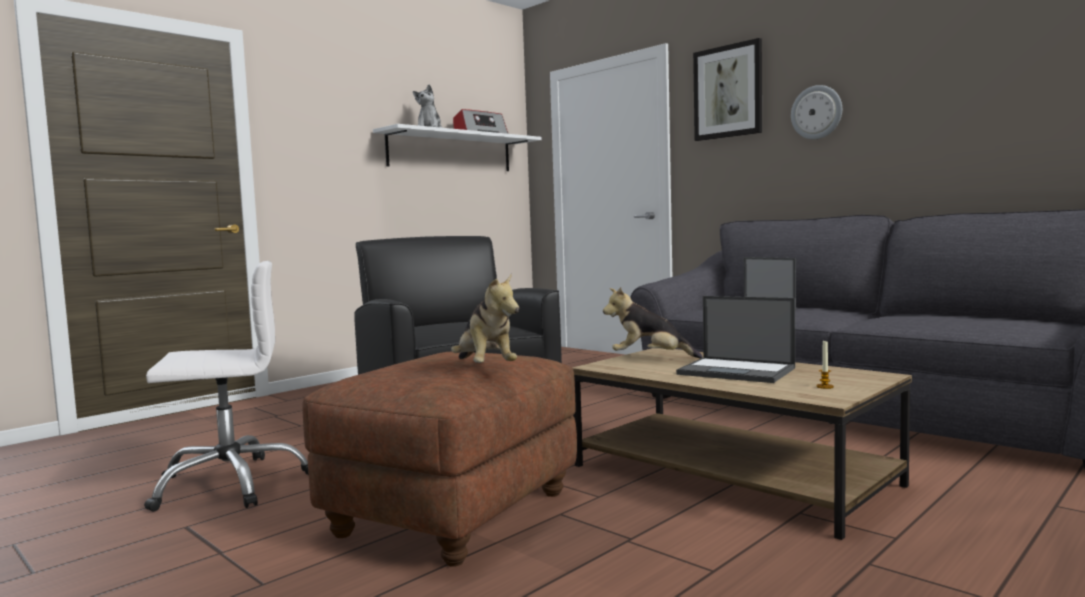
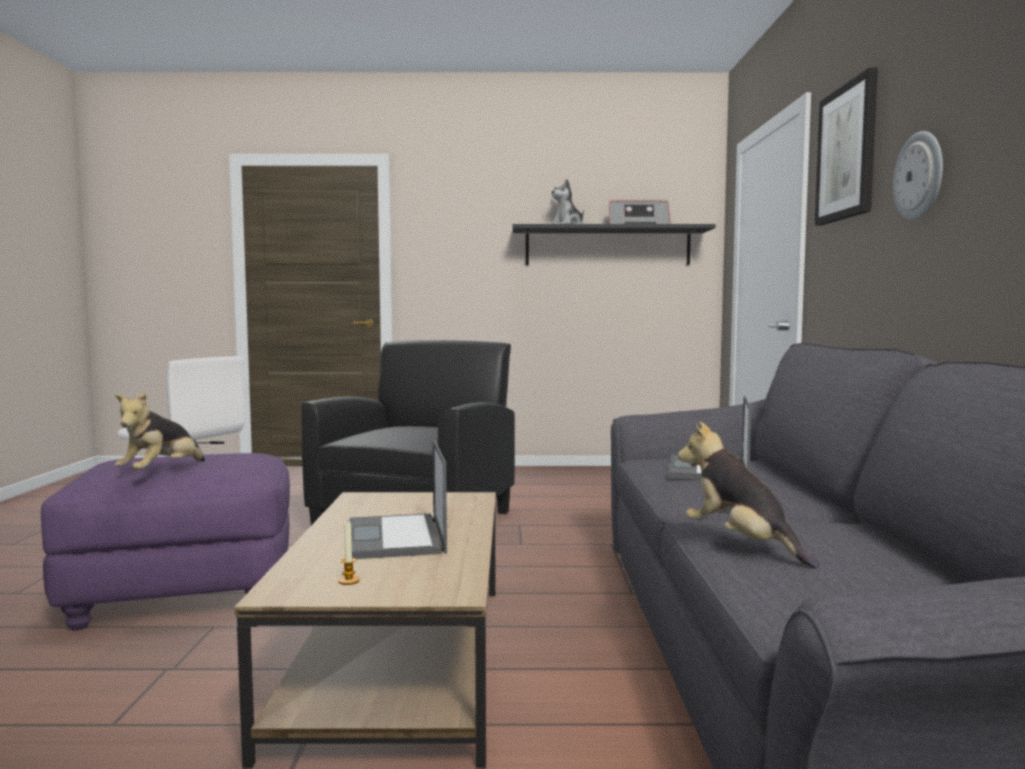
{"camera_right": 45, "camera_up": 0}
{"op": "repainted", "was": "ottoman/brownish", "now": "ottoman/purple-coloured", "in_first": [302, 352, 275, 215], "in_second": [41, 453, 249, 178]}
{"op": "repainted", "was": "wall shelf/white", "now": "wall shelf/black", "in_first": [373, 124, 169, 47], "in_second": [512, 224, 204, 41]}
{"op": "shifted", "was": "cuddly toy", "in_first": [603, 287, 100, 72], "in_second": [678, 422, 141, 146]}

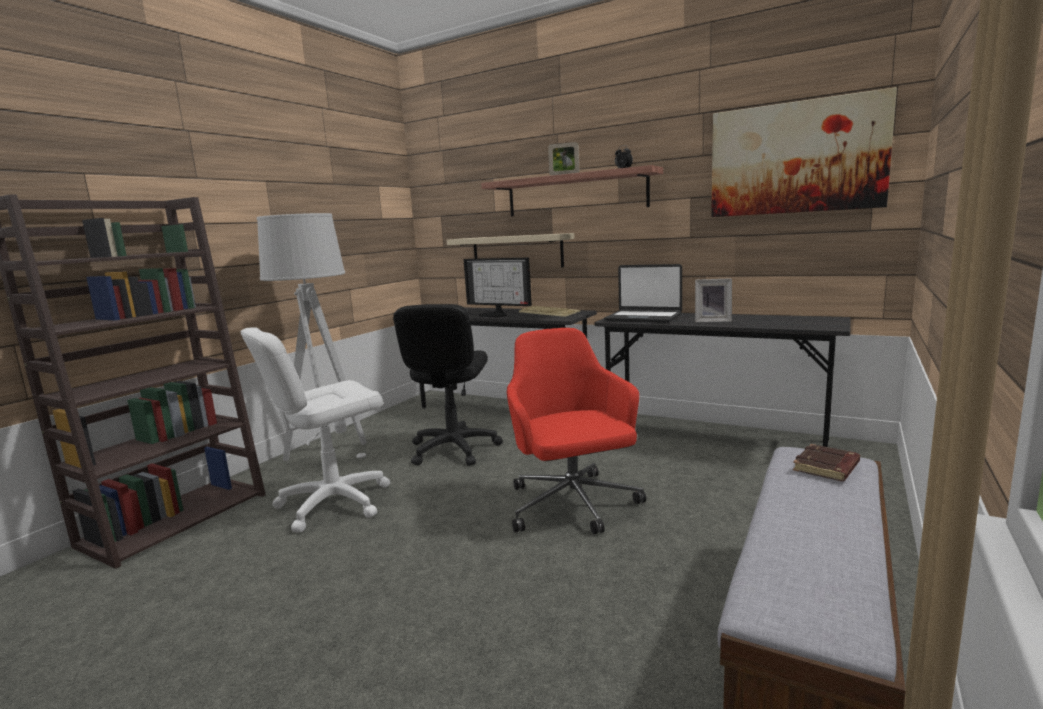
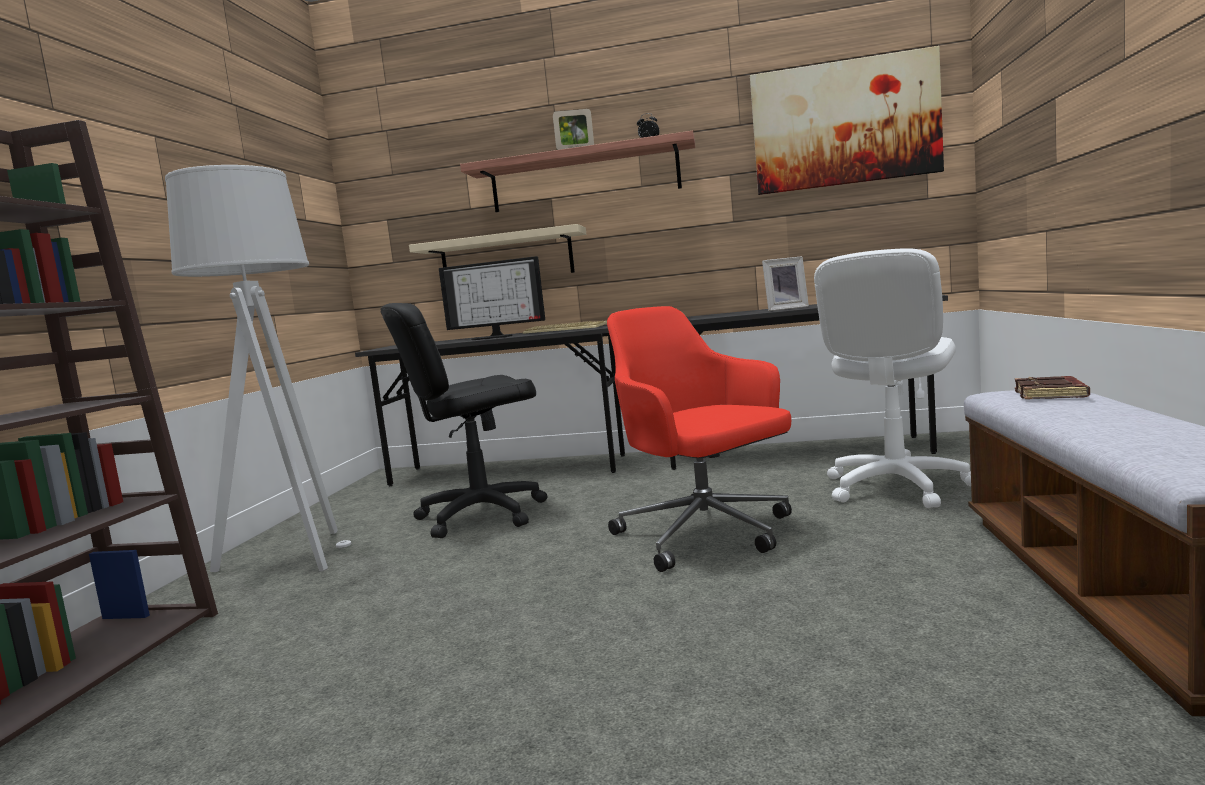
{"camera_right": -20, "camera_up": -5}
{"op": "rotated", "was": "desk chair/black", "in_first": [393, 304, 110, 162], "in_second": [380, 303, 167, 235], "clockwise": 75}
{"op": "shifted", "was": "desk chair/white", "in_first": [240, 327, 150, 205], "in_second": [814, 248, 157, 260]}
{"op": "gone", "was": "portable computer", "in_first": [604, 264, 78, 59]}

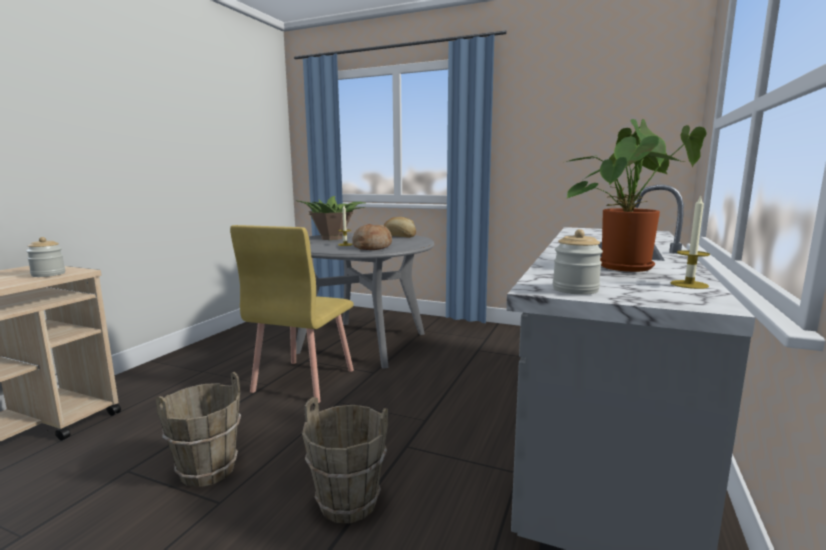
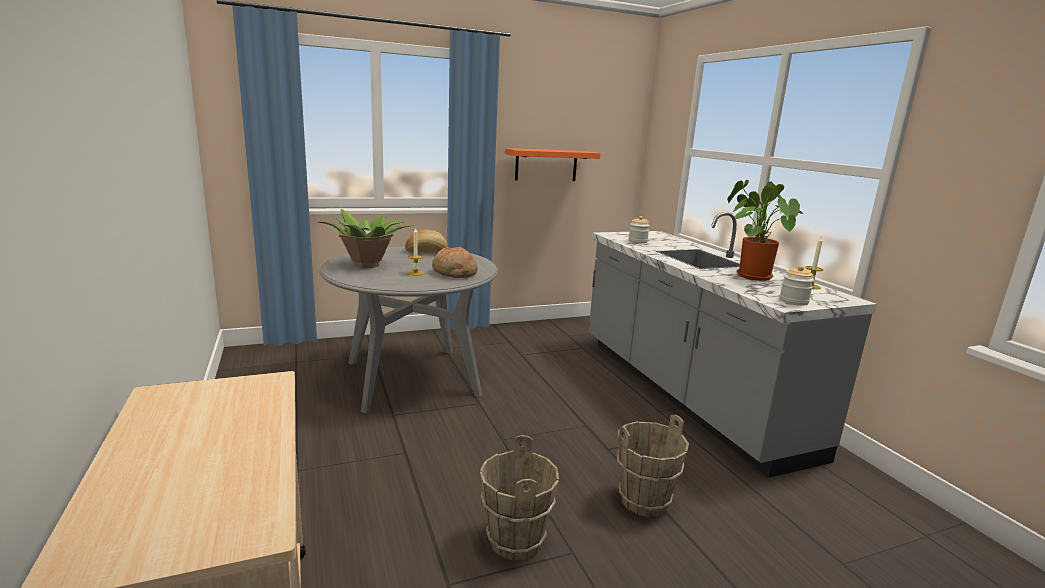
{"camera_right": -45, "camera_up": 5}
{"op": "new", "now": "wall shelf/orangey", "in_second": [505, 148, 96, 33]}
{"op": "shifted", "was": "preserve jar", "in_first": [26, 237, 39, 40], "in_second": [629, 216, 21, 28]}
{"op": "gone", "was": "plain chair/yellow-coloured", "in_first": [230, 225, 124, 178]}

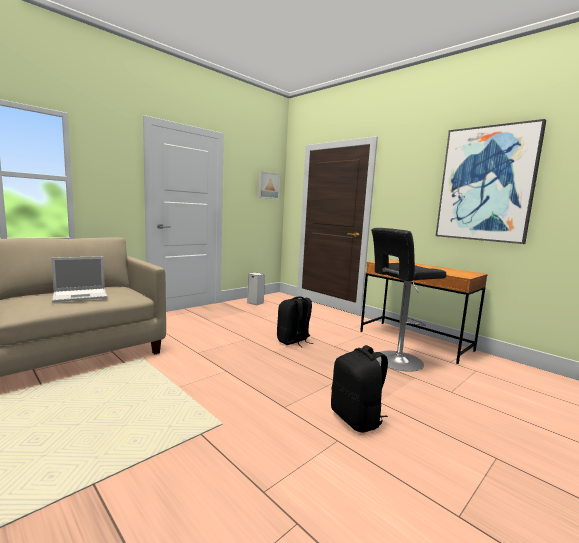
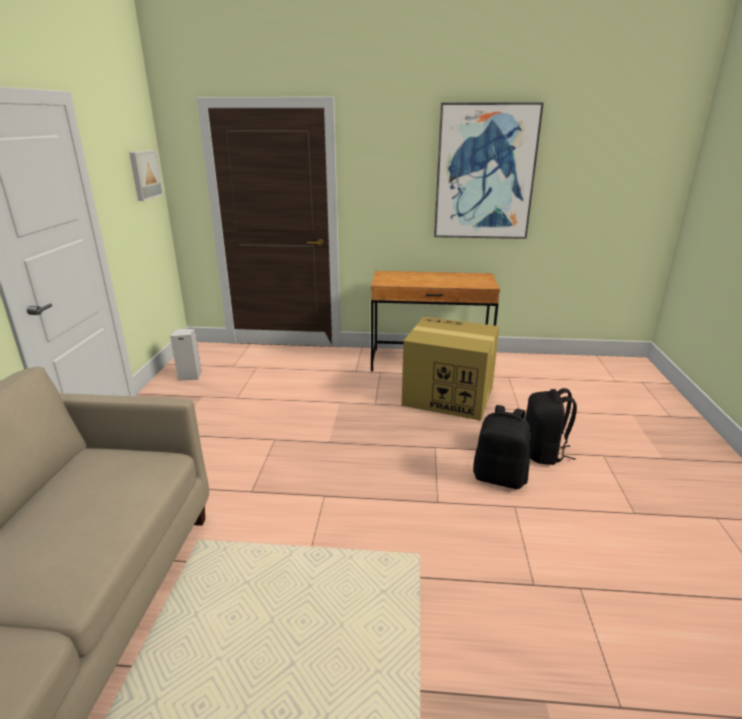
{"camera_right": -40, "camera_up": 15}
{"op": "swapped", "was": "sitting stool/black", "now": "packing box", "in_first": [371, 228, 75, 144], "in_second": [402, 317, 97, 104]}
{"op": "shifted", "was": "rucksack/black", "in_first": [277, 297, 36, 51], "in_second": [525, 388, 52, 77]}
{"op": "gone", "was": "portable computer", "in_first": [51, 256, 56, 46]}

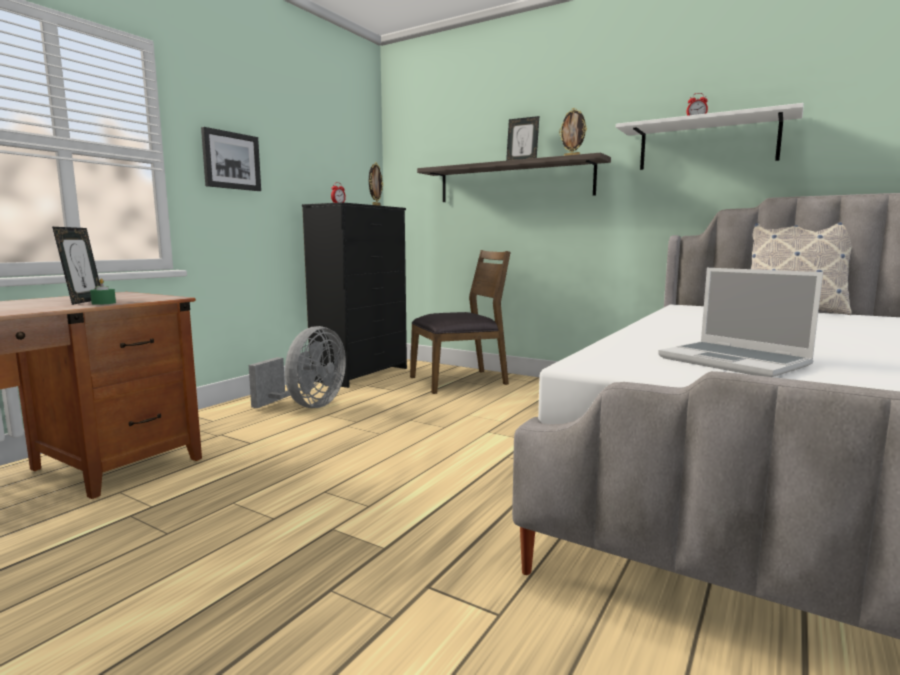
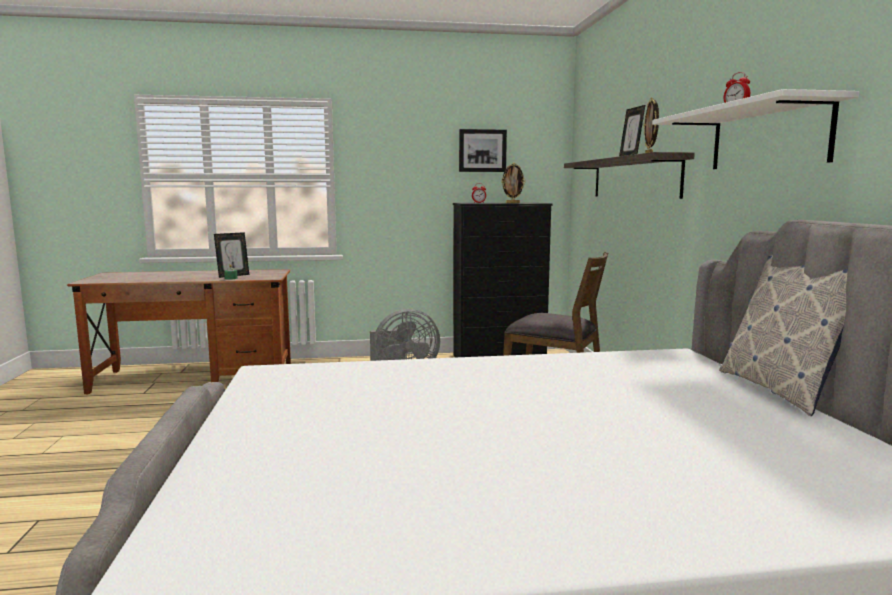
{"camera_right": 50, "camera_up": 0}
{"op": "shifted", "was": "wall picture", "in_first": [201, 127, 60, 64], "in_second": [459, 129, 48, 43]}
{"op": "gone", "was": "portable computer", "in_first": [658, 268, 165, 109]}

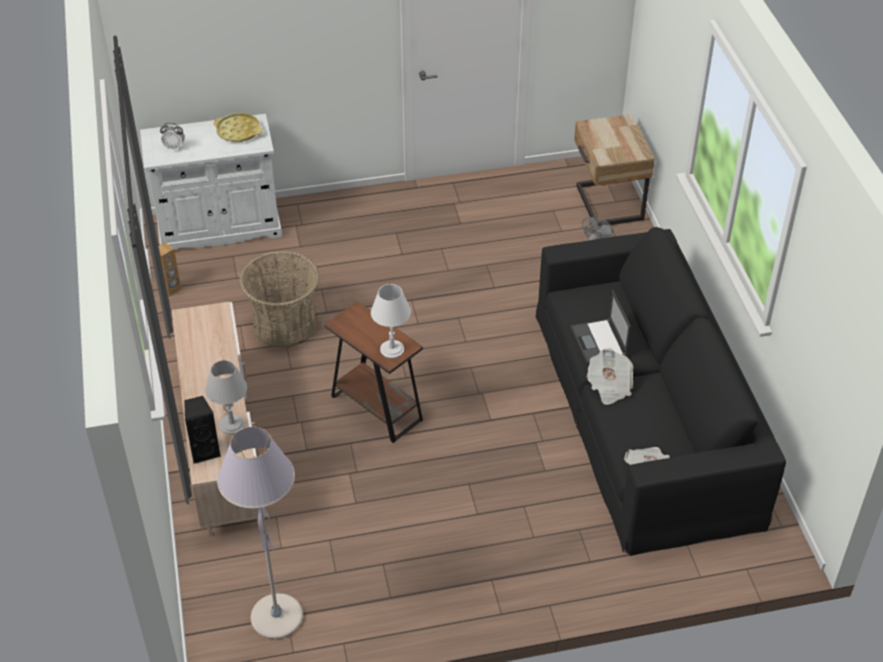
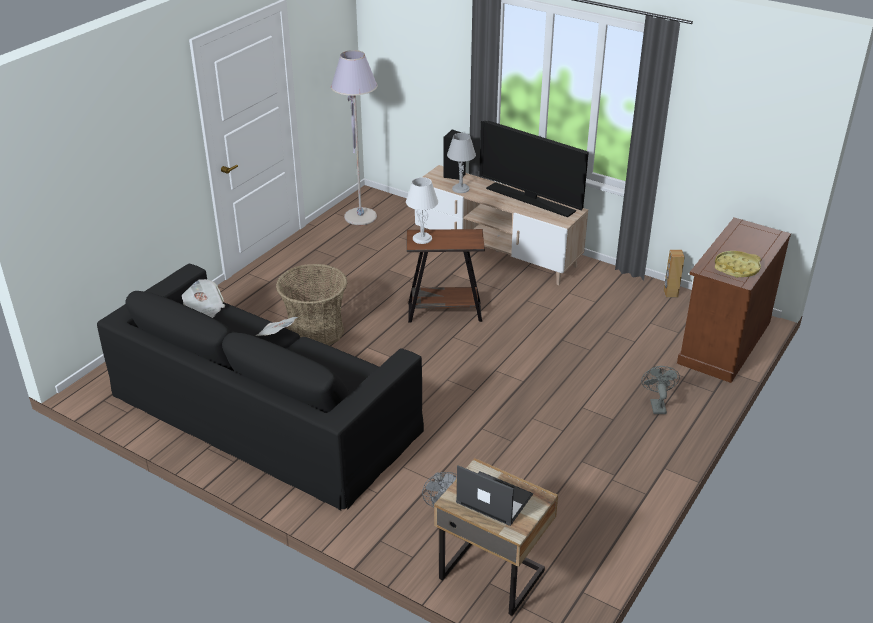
{"camera_right": 135, "camera_up": -10}
{"op": "shifted", "was": "storage basket", "in_first": [239, 251, 80, 97], "in_second": [276, 264, 71, 82]}
{"op": "shifted", "was": "portable computer", "in_first": [571, 290, 60, 74], "in_second": [456, 465, 77, 61]}
{"op": "new", "now": "television", "in_second": [479, 120, 110, 97]}
{"op": "new", "now": "cooling fan/greyish", "in_second": [641, 366, 39, 48]}
{"op": "repainted", "was": "storage cabinet/white", "now": "storage cabinet/brownish", "in_first": [140, 114, 142, 136], "in_second": [677, 217, 114, 166]}
{"op": "gone", "was": "table clock", "in_first": [160, 123, 25, 27]}

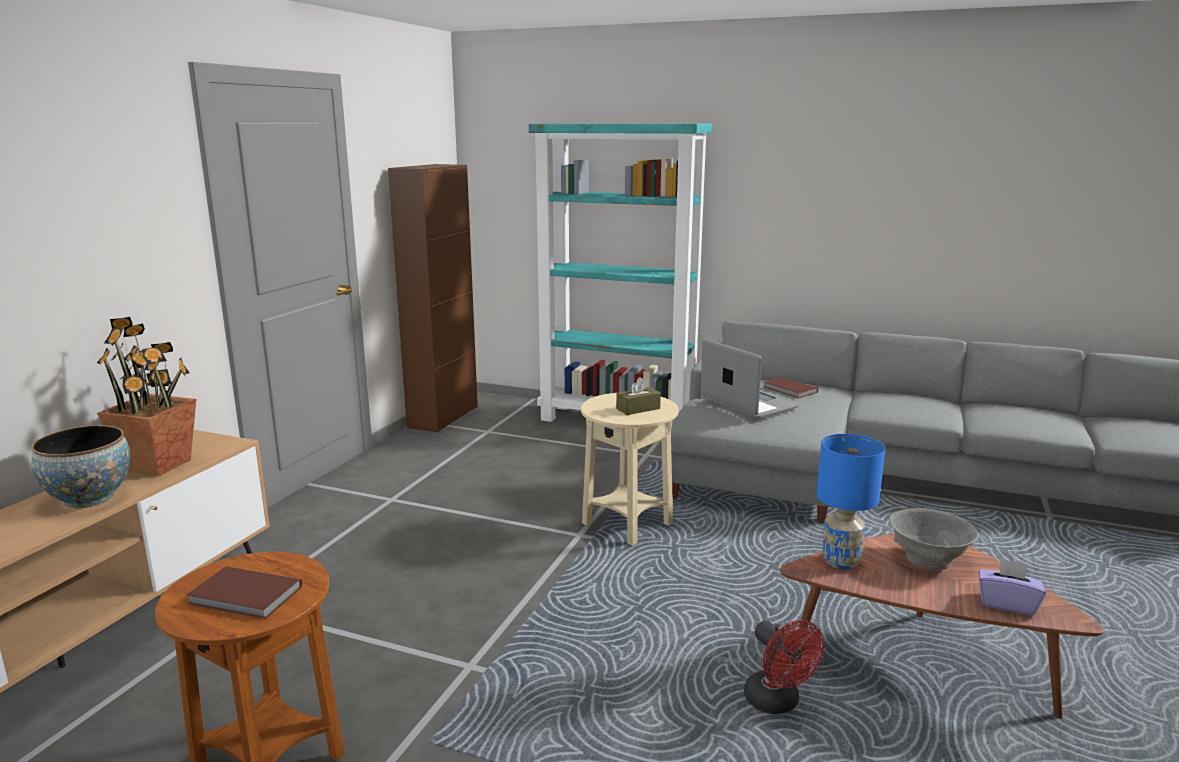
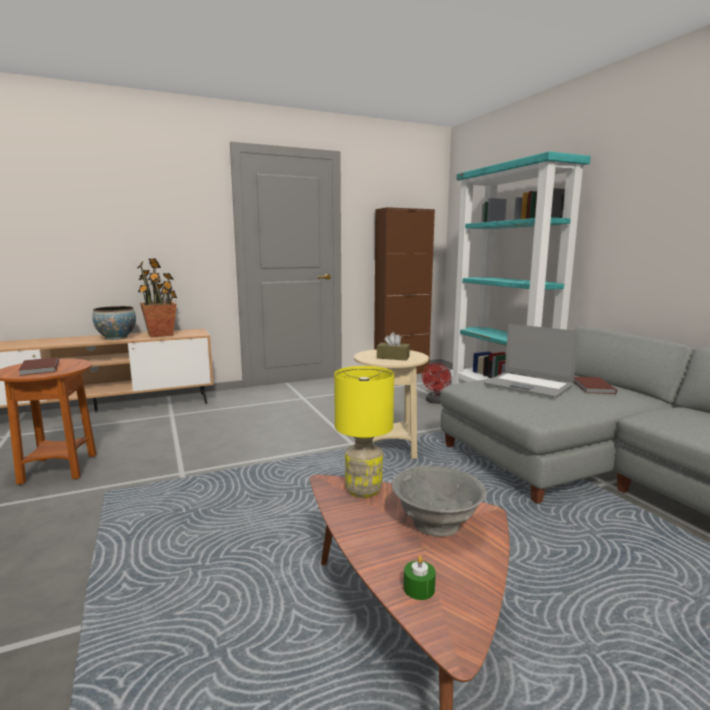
{"camera_right": 45, "camera_up": -5}
{"op": "repainted", "was": "tabletop lamp/bluish", "now": "tabletop lamp/yellow-coloured", "in_first": [817, 434, 68, 135], "in_second": [334, 366, 60, 132]}
{"op": "swapped", "was": "tissue holder/purple-coloured", "now": "wax light/green", "in_first": [979, 558, 67, 58], "in_second": [404, 555, 32, 45]}
{"op": "shifted", "was": "cooling fan/reddish", "in_first": [744, 620, 80, 94], "in_second": [422, 363, 29, 41]}
{"op": "rotated", "was": "portable computer", "in_first": [700, 339, 99, 80], "in_second": [484, 324, 95, 73], "clockwise": 120}

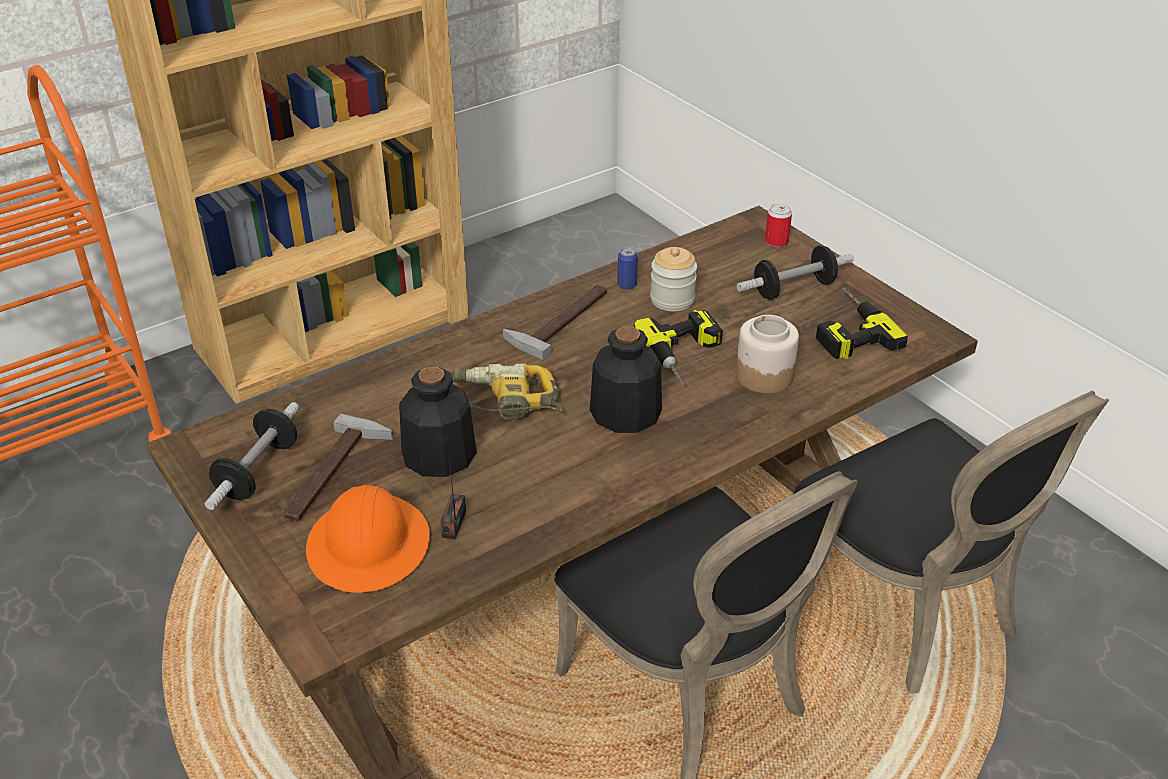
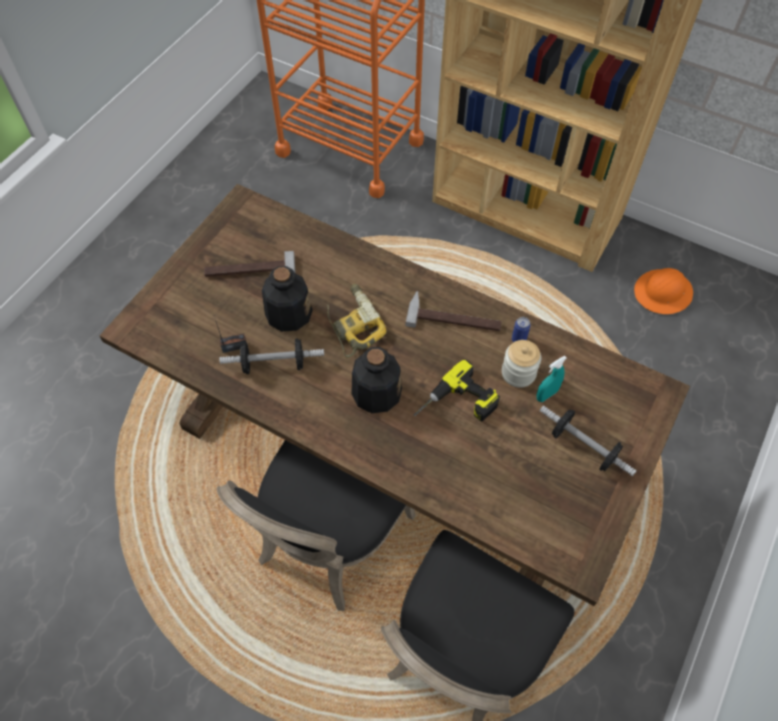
{"camera_right": 65, "camera_up": 20}
{"op": "shifted", "was": "hand weight", "in_first": [205, 402, 94, 108], "in_second": [219, 338, 105, 36]}
{"op": "new", "now": "spray bottle/turquoise-coloured", "in_second": [536, 356, 31, 46]}
{"op": "shifted", "was": "work helmet/orangey", "in_first": [306, 485, 124, 108], "in_second": [634, 268, 59, 46]}
{"op": "gone", "was": "preserve jar", "in_first": [736, 315, 63, 79]}
{"op": "gone", "was": "sealed can", "in_first": [765, 203, 27, 44]}
{"op": "gone", "was": "drill", "in_first": [816, 287, 92, 72]}

